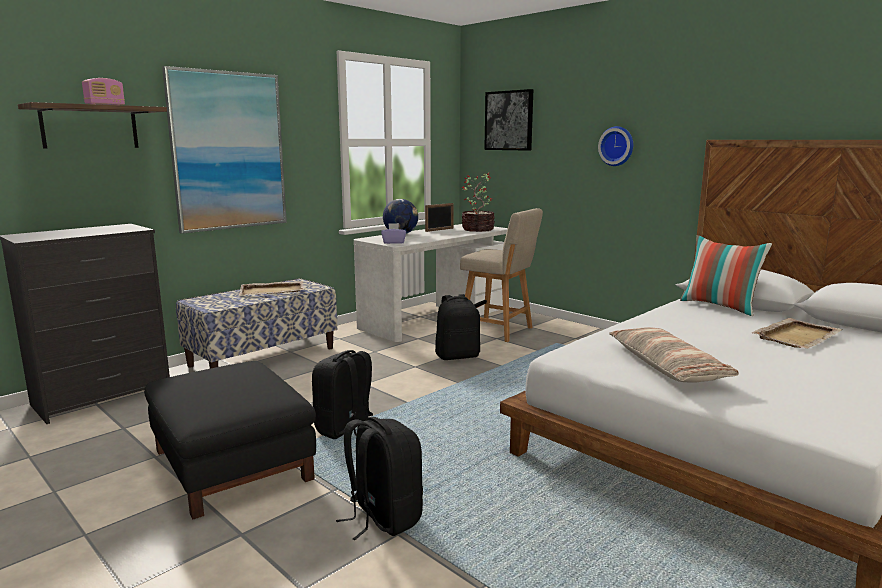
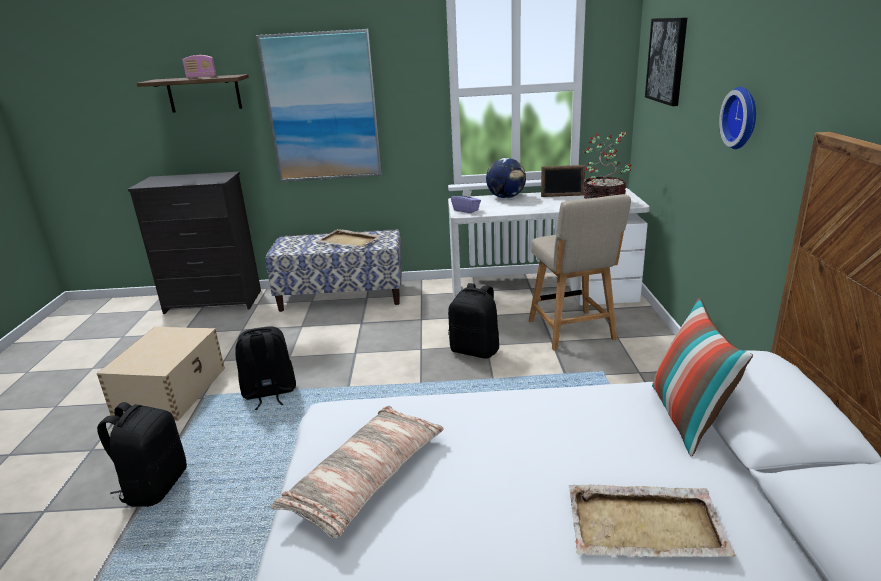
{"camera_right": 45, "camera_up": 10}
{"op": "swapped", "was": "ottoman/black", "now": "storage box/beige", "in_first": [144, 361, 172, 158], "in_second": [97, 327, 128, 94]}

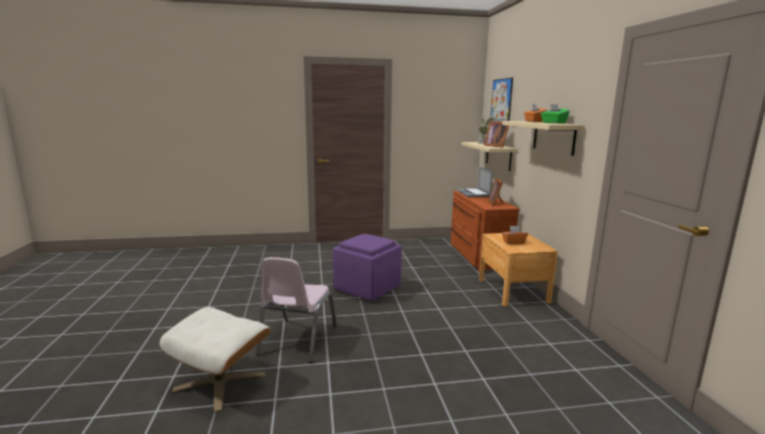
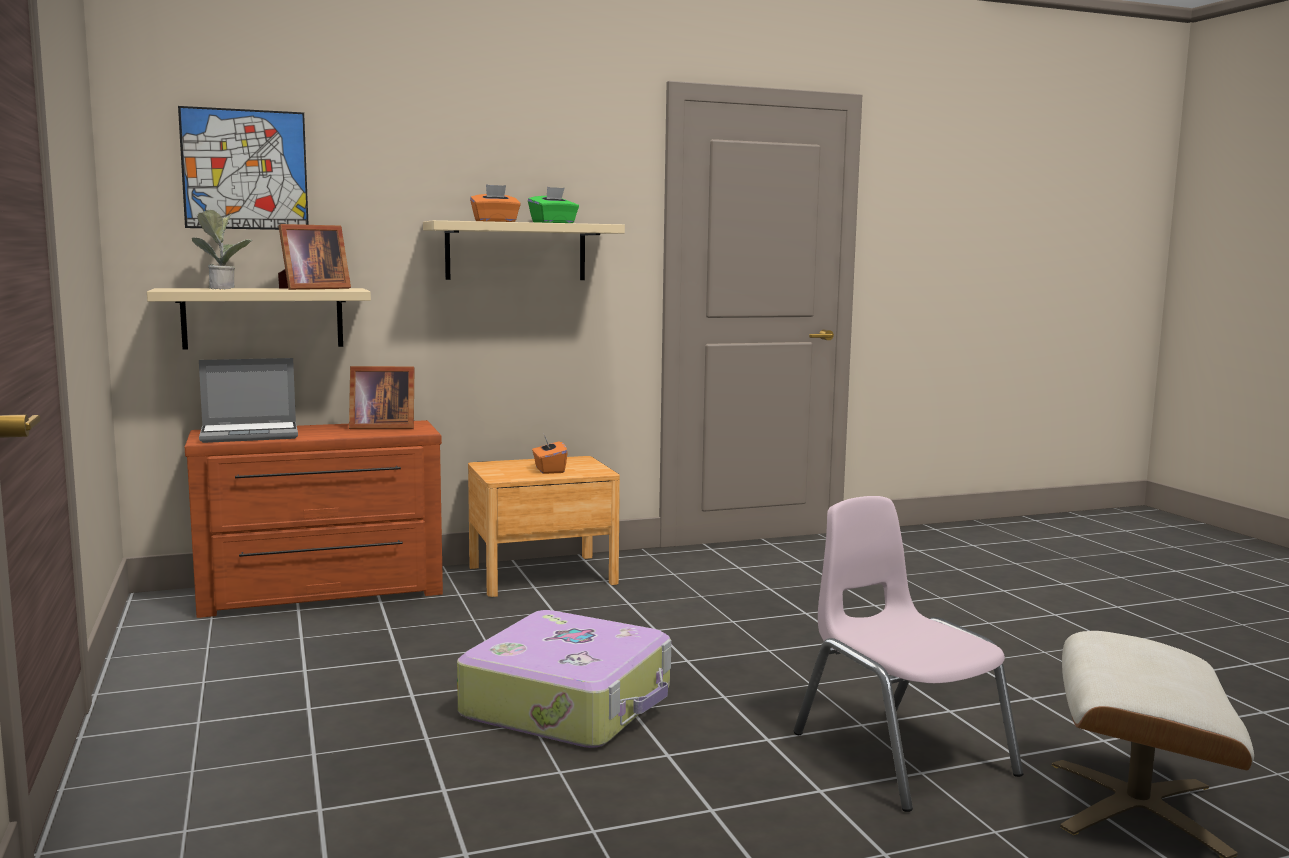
{"camera_right": -100, "camera_up": -5}
{"op": "swapped", "was": "ottoman/purple-coloured", "now": "travel case", "in_first": [333, 234, 69, 67], "in_second": [457, 610, 214, 138]}
{"op": "rotated", "was": "plain chair/pink-coloured", "in_first": [256, 257, 81, 106], "in_second": [794, 496, 229, 316], "clockwise": -120}

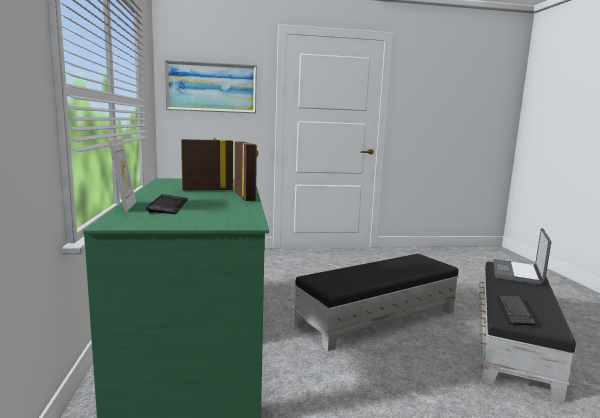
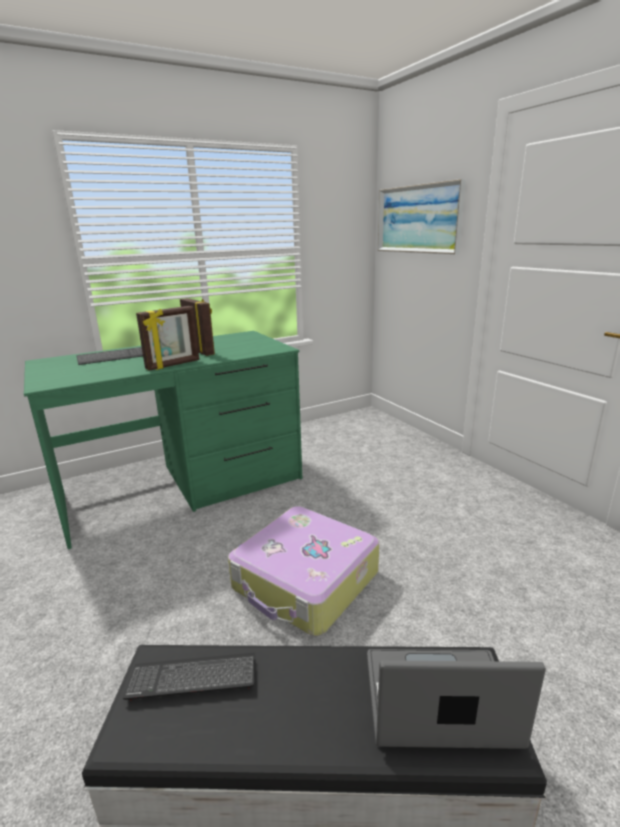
{"camera_right": 70, "camera_up": 10}
{"op": "swapped", "was": "ottoman/black", "now": "travel case", "in_first": [294, 254, 165, 97], "in_second": [228, 506, 151, 130]}
{"op": "gone", "was": "standing frame", "in_first": [108, 138, 28, 75]}

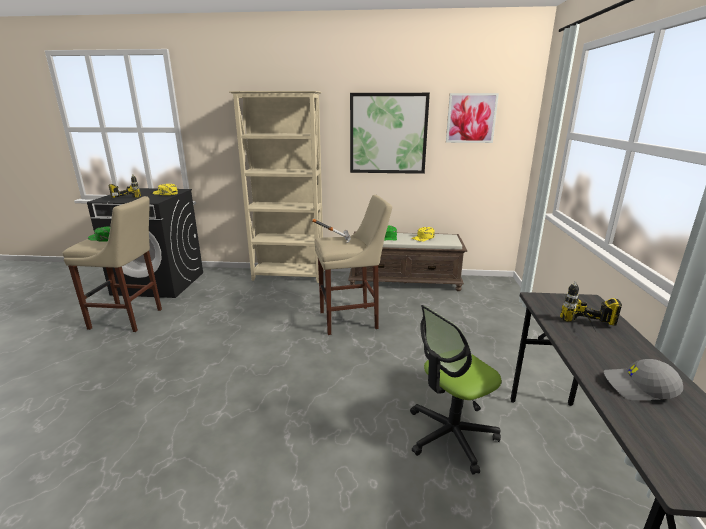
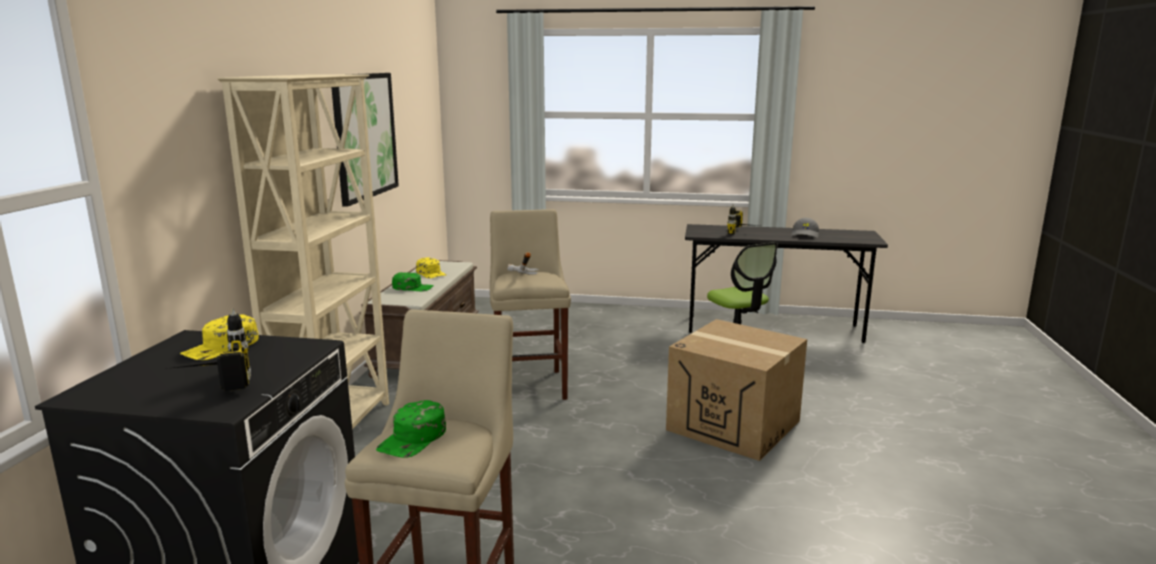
{"camera_right": -85, "camera_up": -5}
{"op": "new", "now": "packing box", "in_second": [666, 319, 141, 142]}
{"op": "gone", "was": "wall picture", "in_first": [446, 93, 53, 50]}

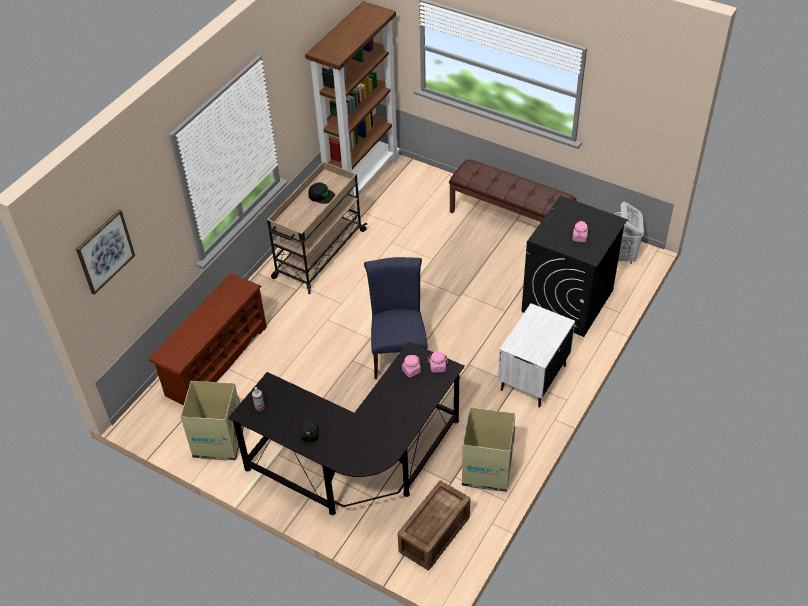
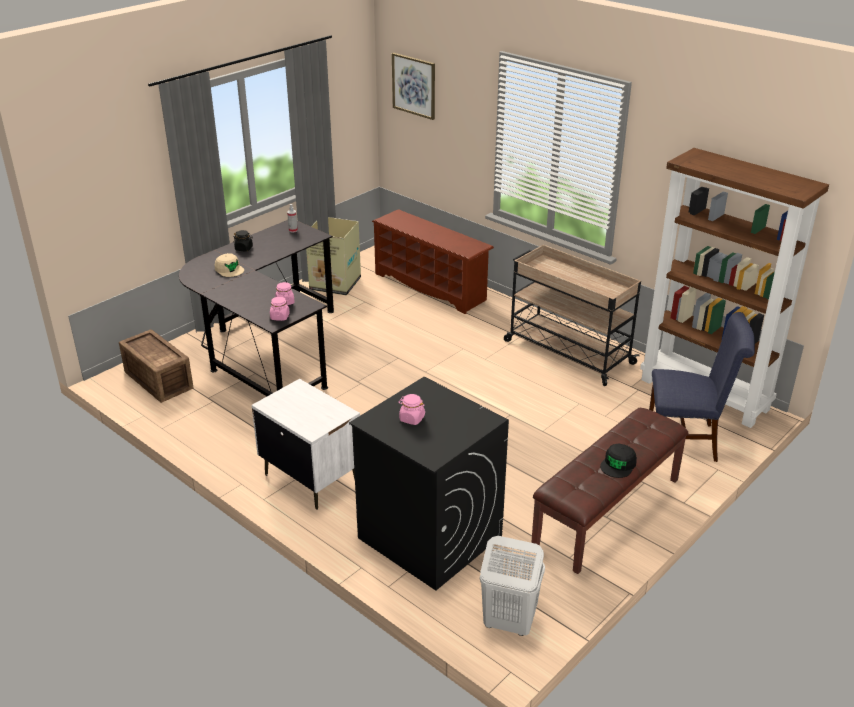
{"camera_right": 100, "camera_up": -15}
{"op": "new", "now": "baseball cap/beige", "in_second": [215, 253, 29, 24]}
{"op": "shifted", "was": "baseball cap/black", "in_first": [308, 182, 27, 22], "in_second": [600, 444, 37, 34]}
{"op": "shifted", "was": "plain chair/bluish", "in_first": [364, 257, 64, 122], "in_second": [649, 312, 106, 150]}
{"op": "gone", "was": "packing box", "in_first": [462, 407, 54, 85]}

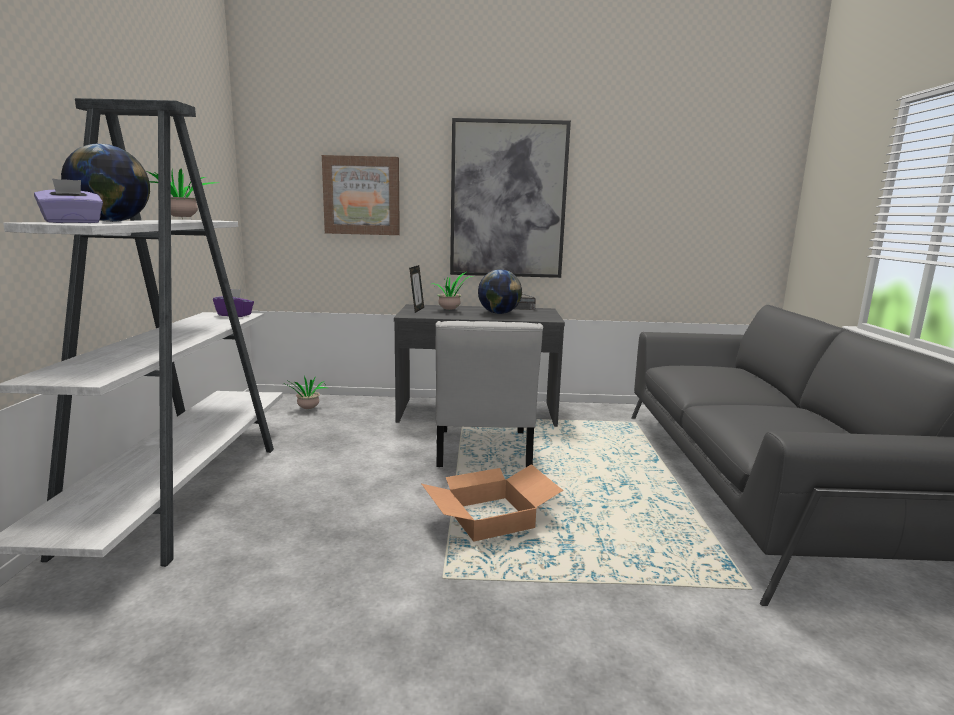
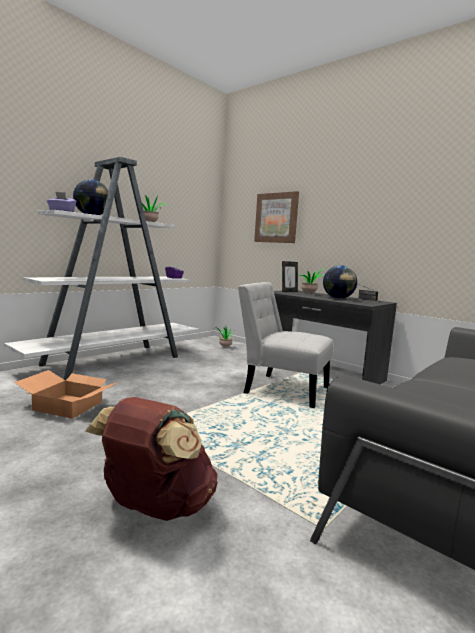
{"camera_right": 40, "camera_up": -5}
{"op": "shifted", "was": "packing box", "in_first": [422, 464, 141, 78], "in_second": [14, 370, 104, 49]}
{"op": "new", "now": "rucksack/brownish", "in_second": [85, 397, 133, 124]}
{"op": "rotated", "was": "plain chair/white", "in_first": [435, 321, 108, 146], "in_second": [238, 282, 95, 126], "clockwise": 75}
{"op": "gone", "was": "wall picture", "in_first": [450, 118, 121, 160]}

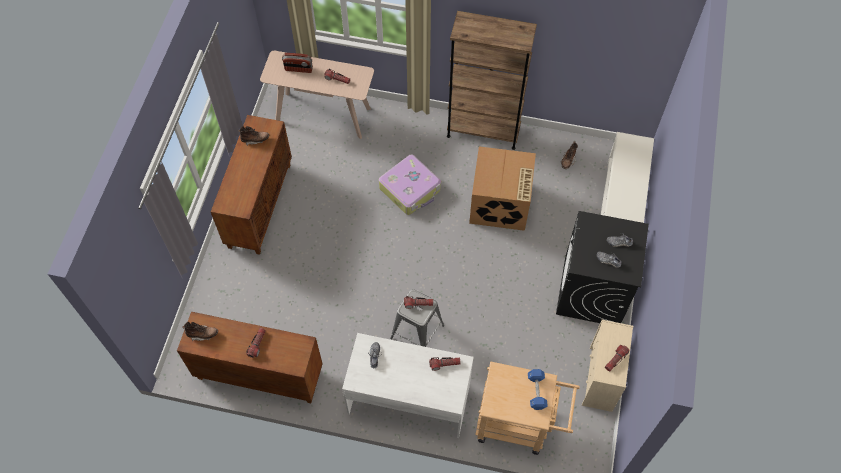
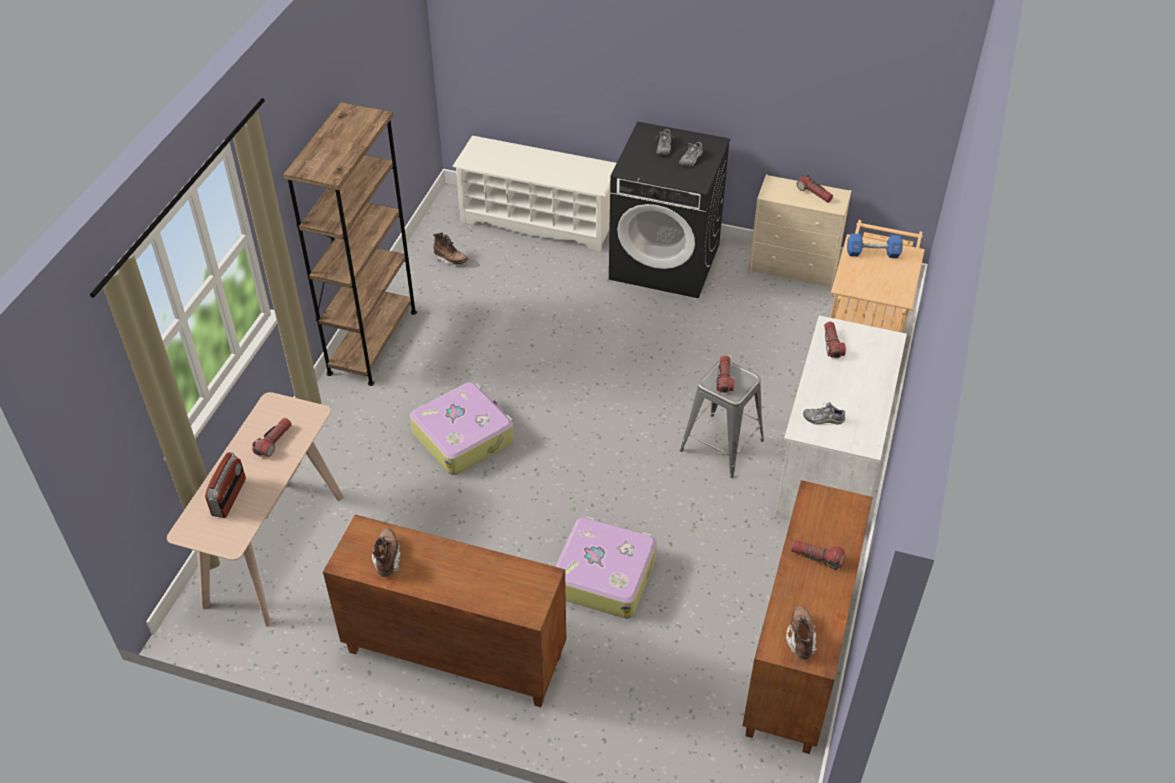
{"camera_right": -85, "camera_up": -15}
{"op": "new", "now": "travel case", "in_second": [555, 516, 102, 103]}
{"op": "gone", "was": "packing box", "in_first": [469, 146, 67, 85]}

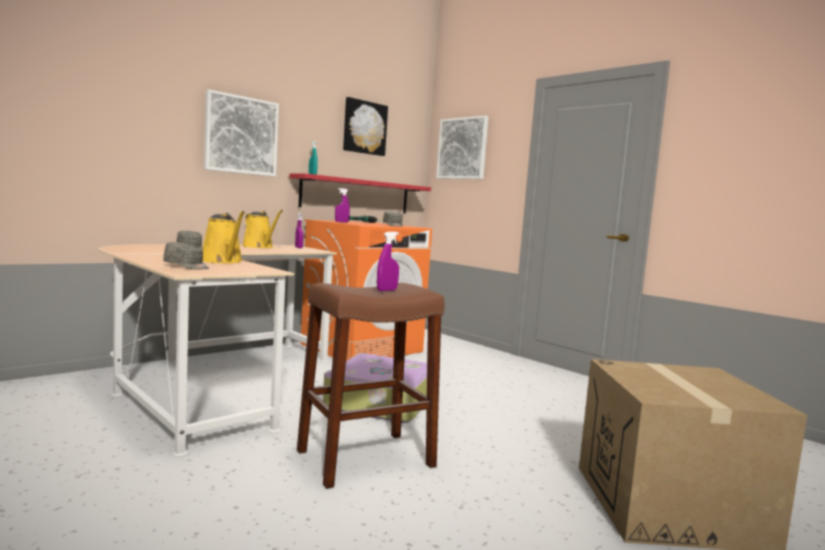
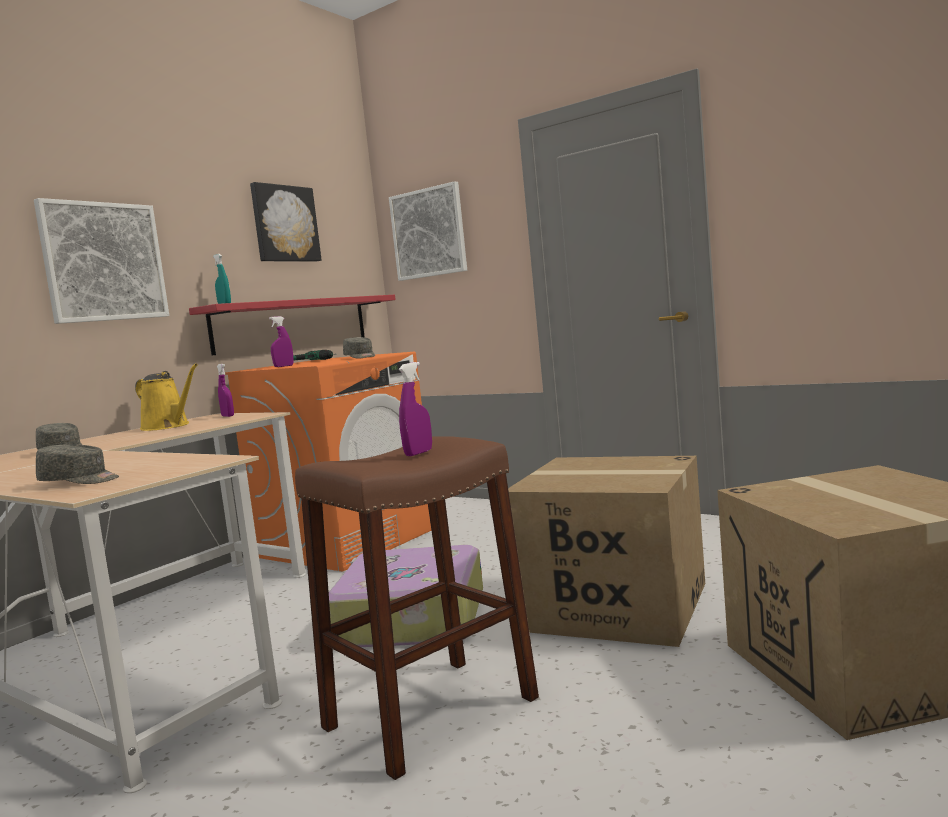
{"camera_right": -10, "camera_up": 0}
{"op": "new", "now": "packing box", "in_second": [508, 456, 197, 191]}
{"op": "gone", "was": "watering pot/yellow-coloured", "in_first": [203, 211, 42, 53]}

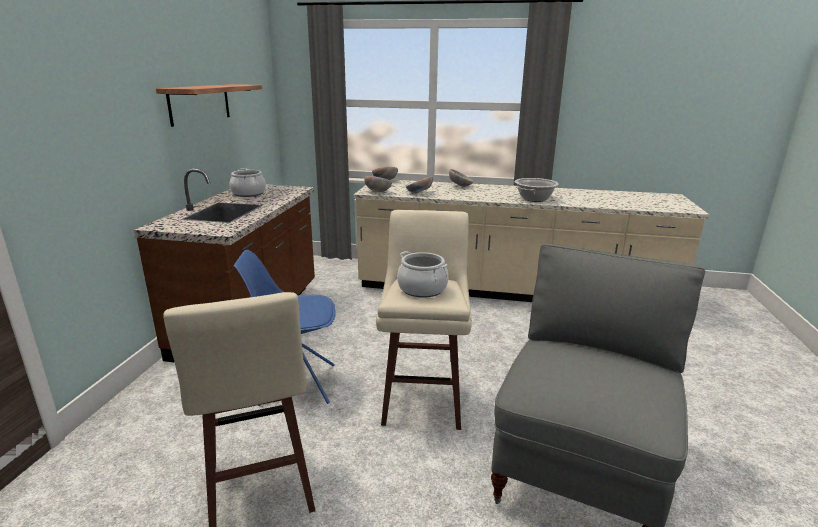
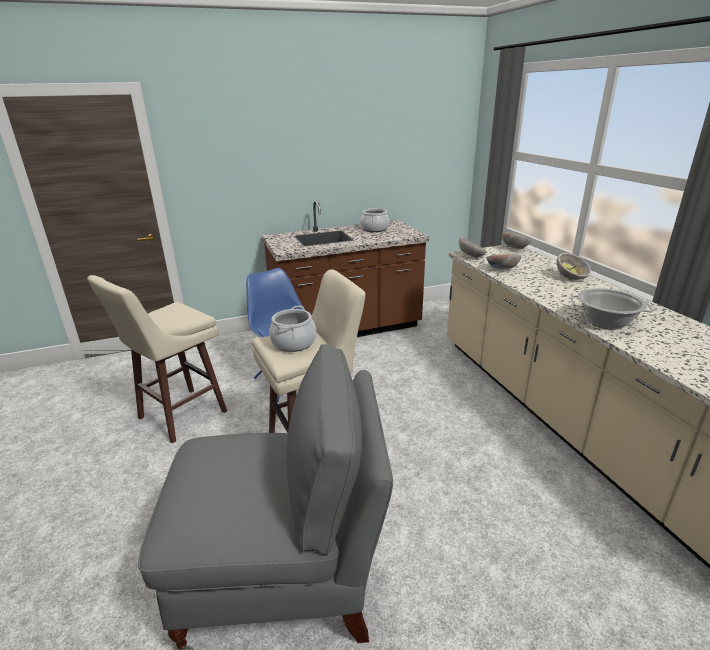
{"camera_right": 60, "camera_up": 5}
{"op": "gone", "was": "wall shelf", "in_first": [156, 84, 106, 43]}

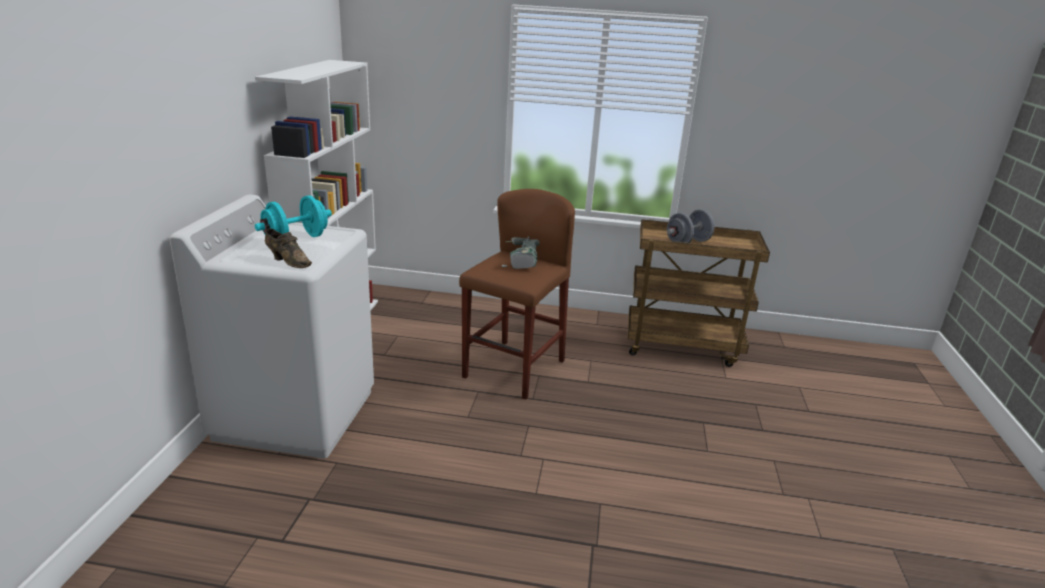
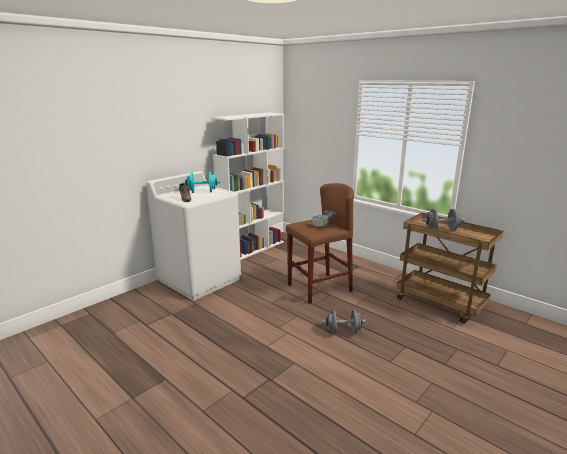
{"camera_right": 35, "camera_up": -5}
{"op": "new", "now": "hand weight/greyish", "in_second": [322, 310, 44, 24]}

